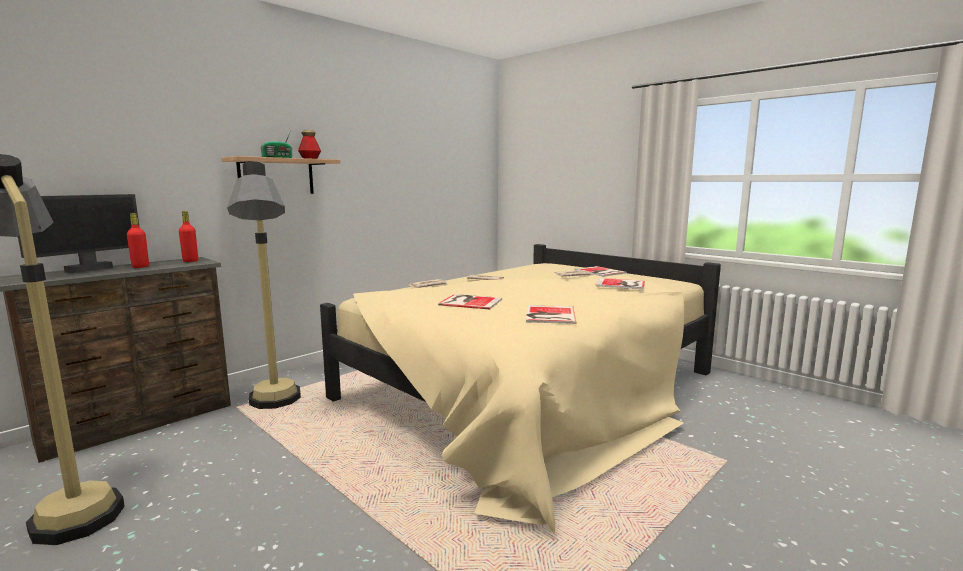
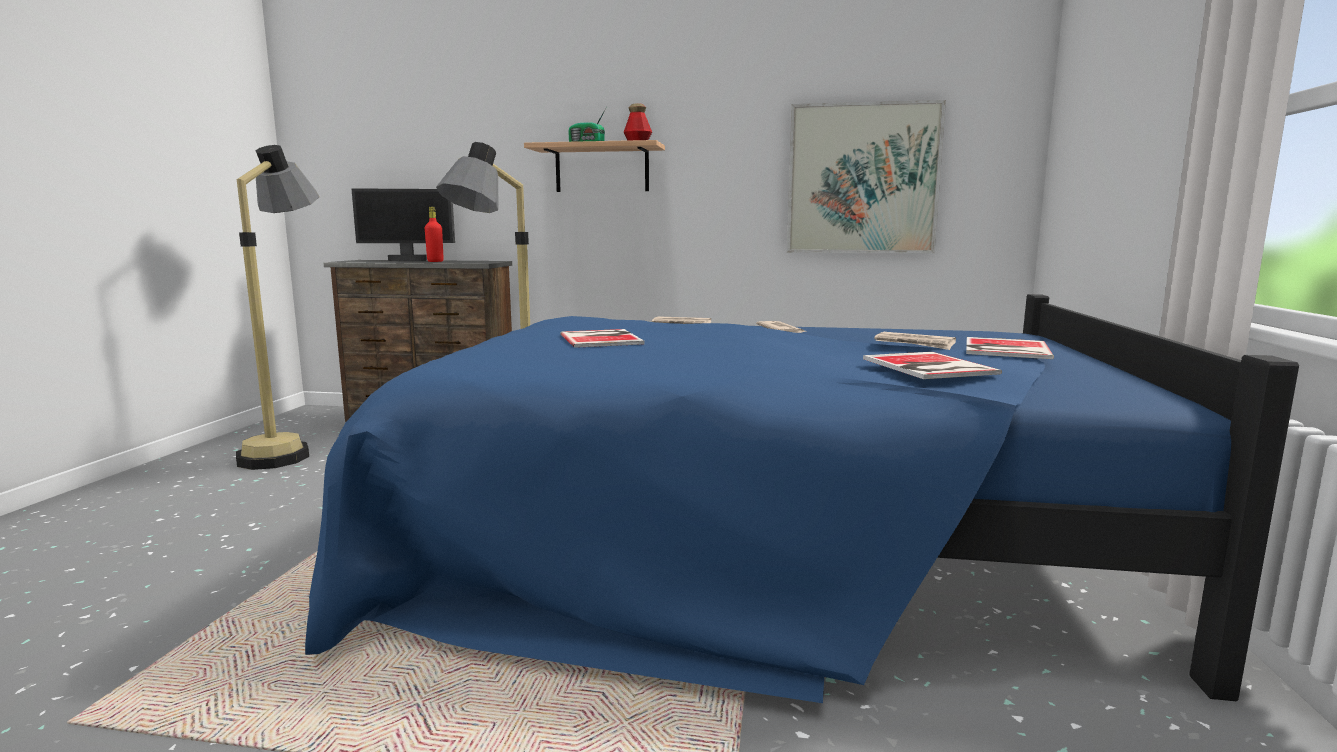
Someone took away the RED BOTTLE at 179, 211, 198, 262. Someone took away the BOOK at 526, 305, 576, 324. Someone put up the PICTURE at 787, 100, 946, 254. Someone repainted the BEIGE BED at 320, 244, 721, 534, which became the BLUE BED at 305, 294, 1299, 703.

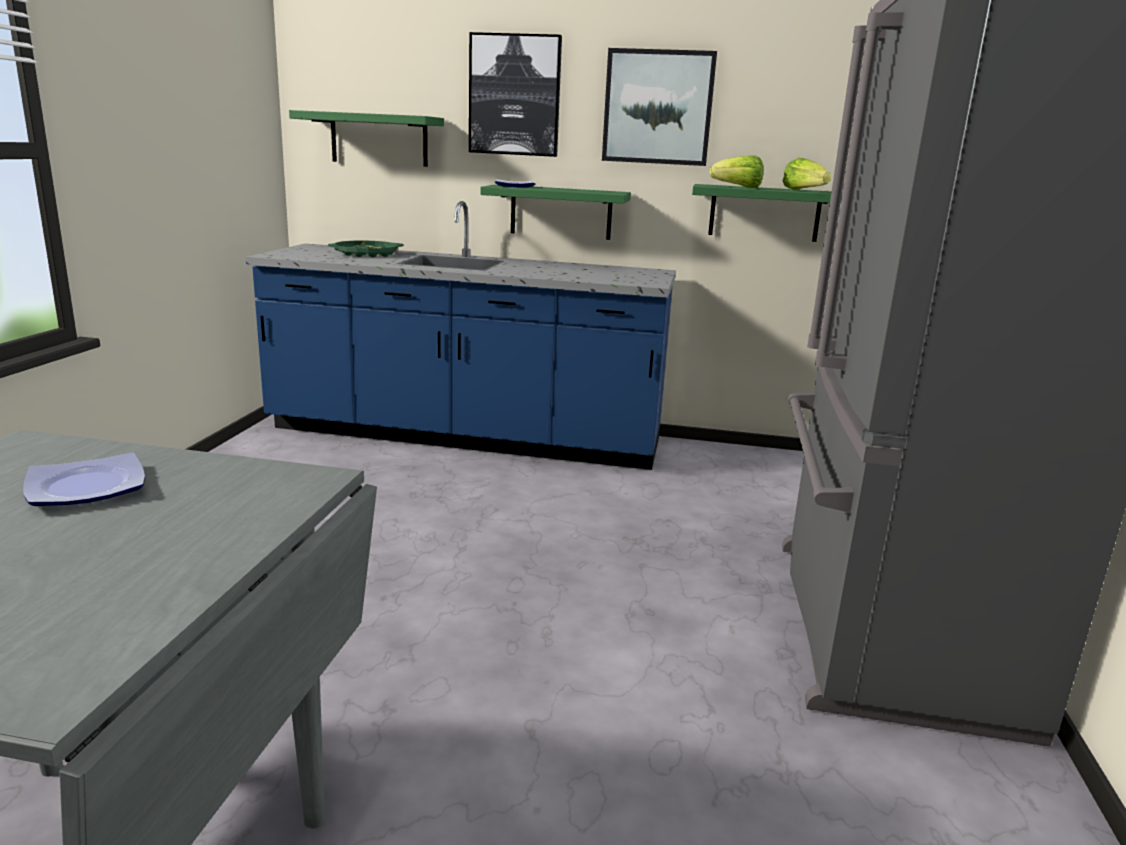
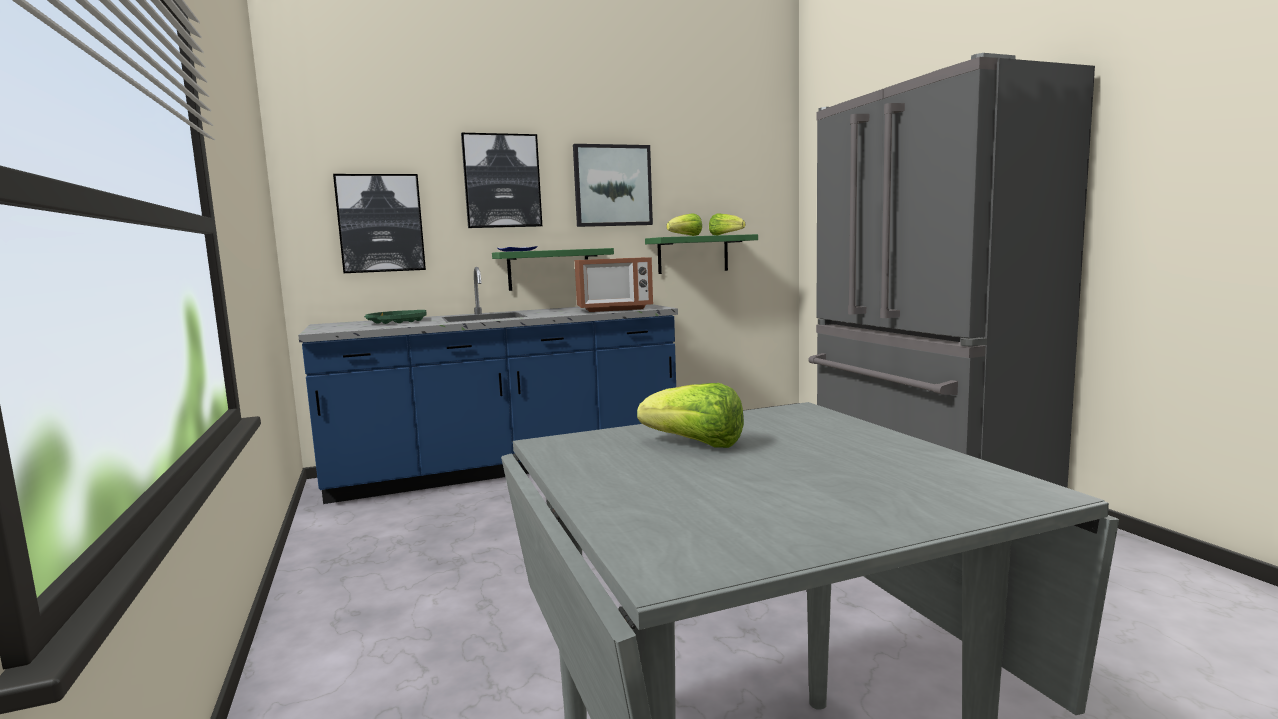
Someone put down the MICROWAVE at 575, 257, 653, 312. Someone swapped the PLATE at 23, 453, 145, 506 for the LETTUCE at 637, 383, 744, 448. Someone swapped the GREEN SHELF at 289, 110, 444, 167 for the PICTURE at 333, 174, 426, 273.

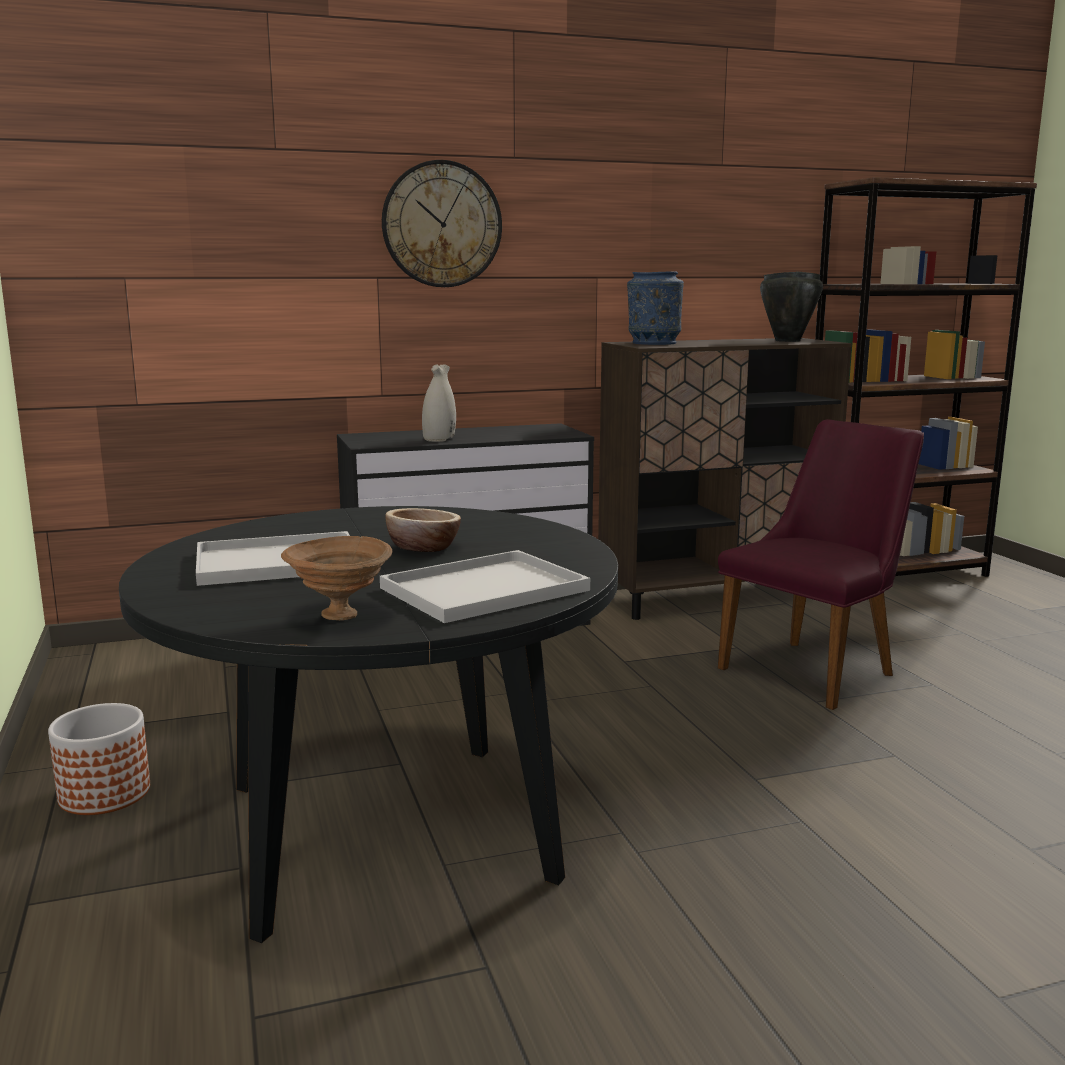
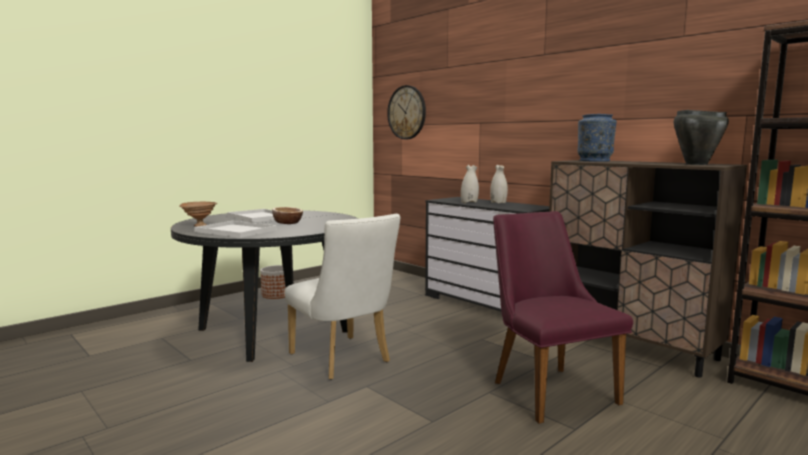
Someone put down the WHITE CHAIR at 284, 214, 400, 380. Someone put down the WHITE VASE at 490, 165, 508, 204. Someone carried the WALL CLOCK from 382, 160, 502, 287 to 387, 85, 426, 139. Someone rotated the PURPLE CHAIR at 718, 419, 924, 710 by 135 degrees counterclockwise.

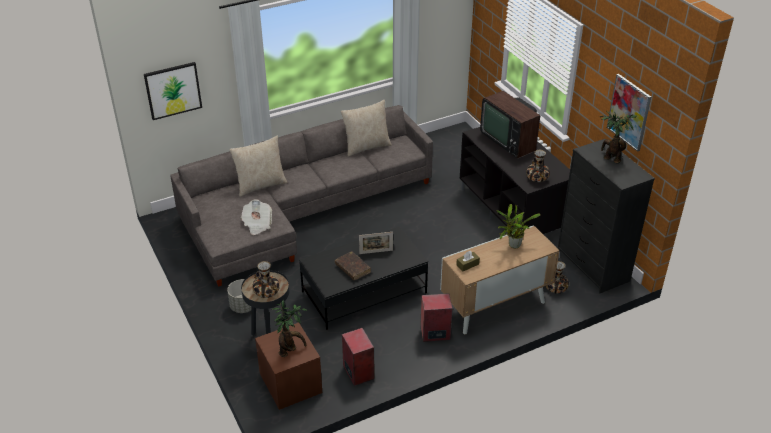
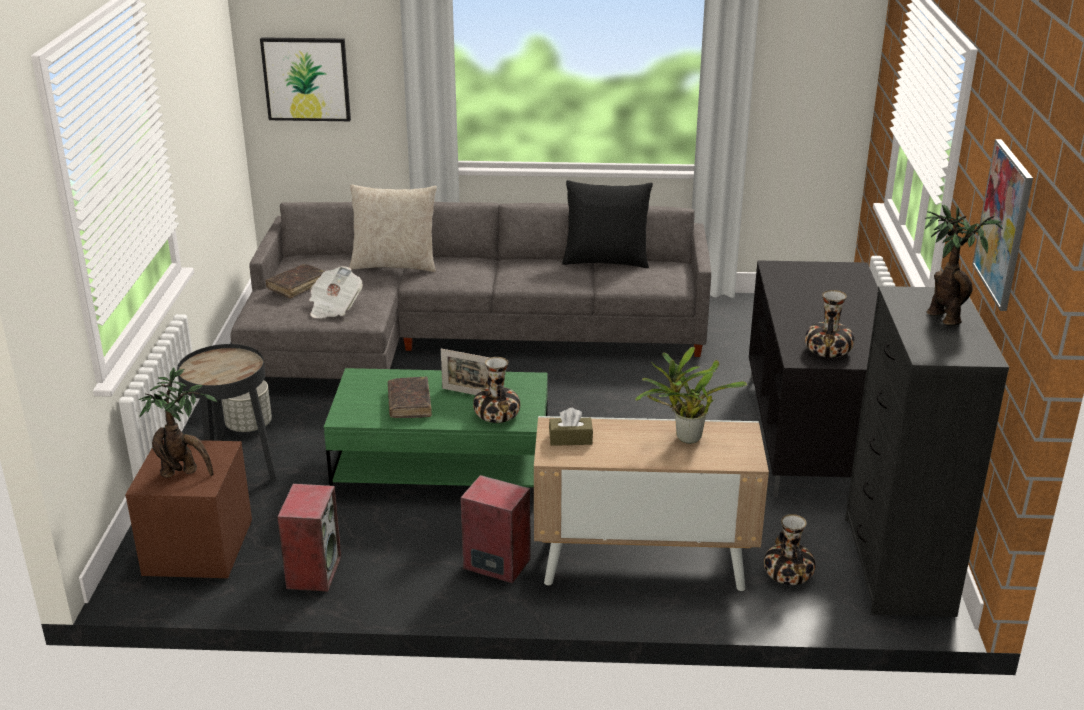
Someone took away the TELEVISION at 480, 91, 540, 159. Someone put down the BROWN BOOK at 266, 264, 325, 298. Someone carried the VASE from 252, 261, 280, 298 to 473, 357, 520, 423. Someone repainted the BLACK COFFEE TABLE at 299, 227, 428, 330, which became the GREEN COFFEE TABLE at 324, 368, 548, 487. Someone repainted the BEIGE PILLOW at 341, 100, 392, 157, which became the BLACK PILLOW at 562, 180, 653, 268.

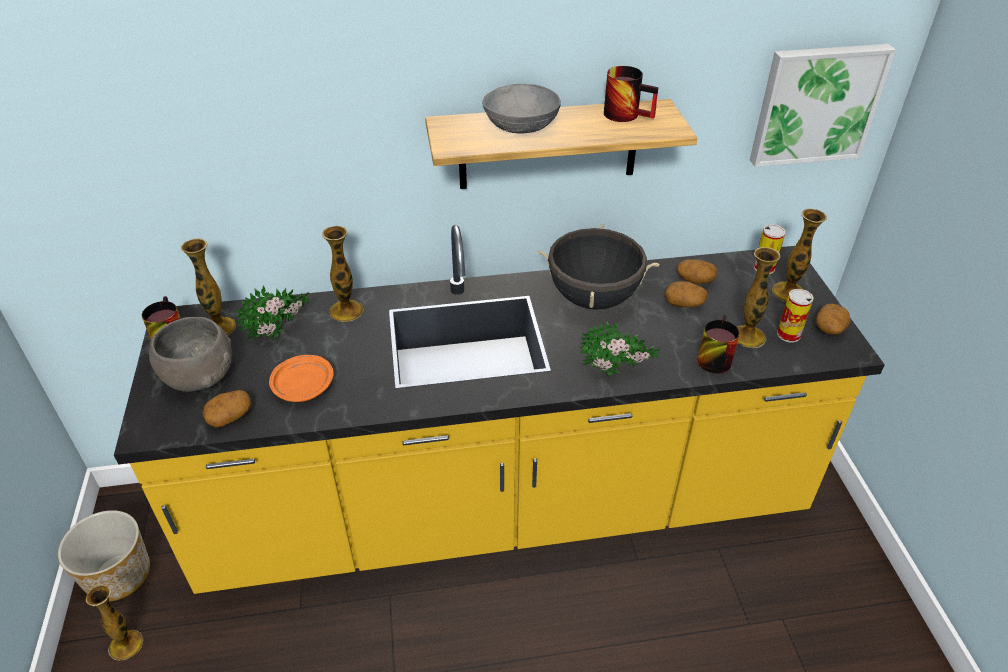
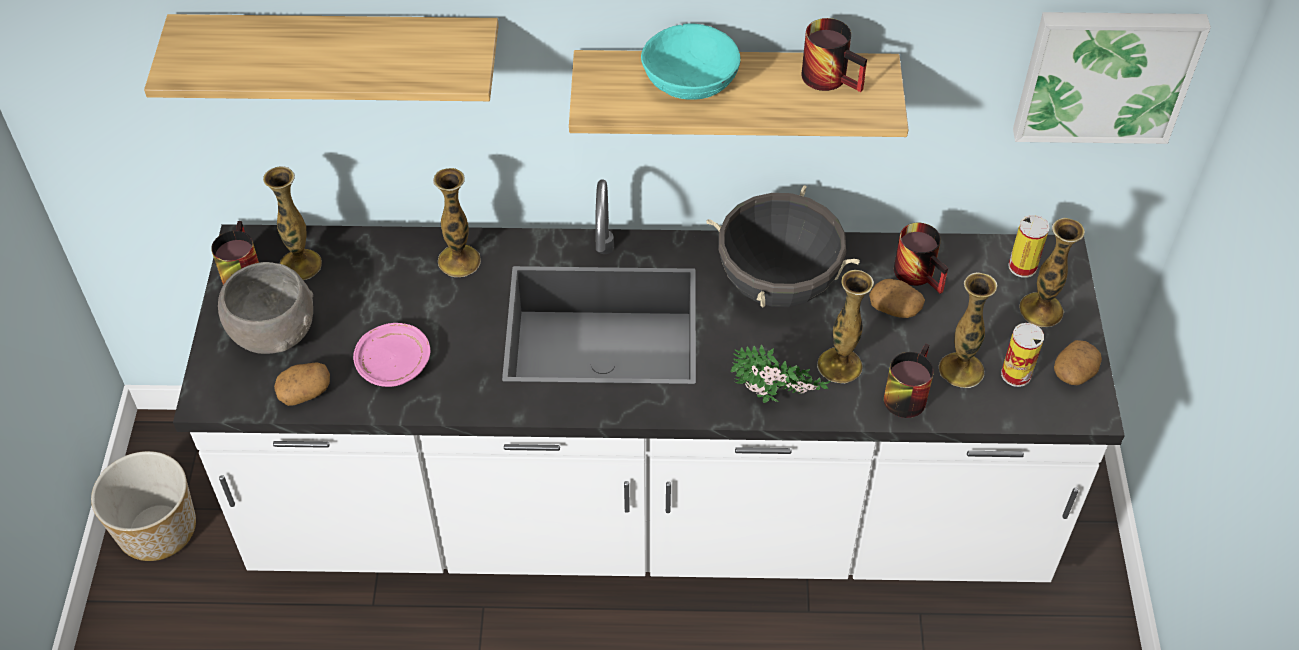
Someone took away the POTTED PLANT at 235, 286, 309, 340. Someone put up the SHELF at 144, 14, 499, 101. Someone carried the VASE from 86, 585, 143, 660 to 817, 270, 874, 383. Someone swapped the POTATO at 677, 259, 717, 284 for the MUG at 894, 223, 948, 294. Someone repainted the YELLOW COUNTER at 114, 225, 885, 594, which became the WHITE COUNTER at 173, 179, 1125, 582. Someone repainted the ORANGE PLATE at 269, 355, 334, 402, which became the PINK PLATE at 353, 323, 430, 387. Someone repainted the GREY BOWL at 482, 84, 561, 134, which became the TURQUOISE BOWL at 641, 23, 741, 100.

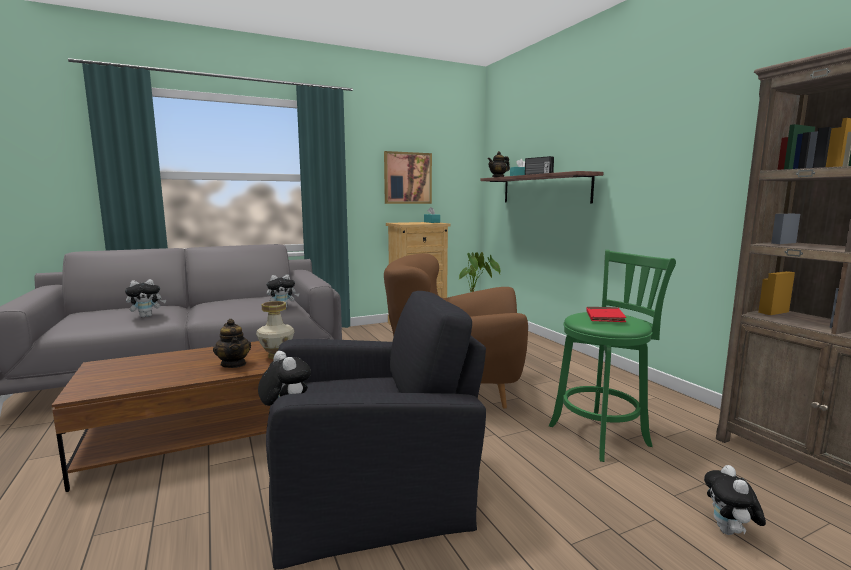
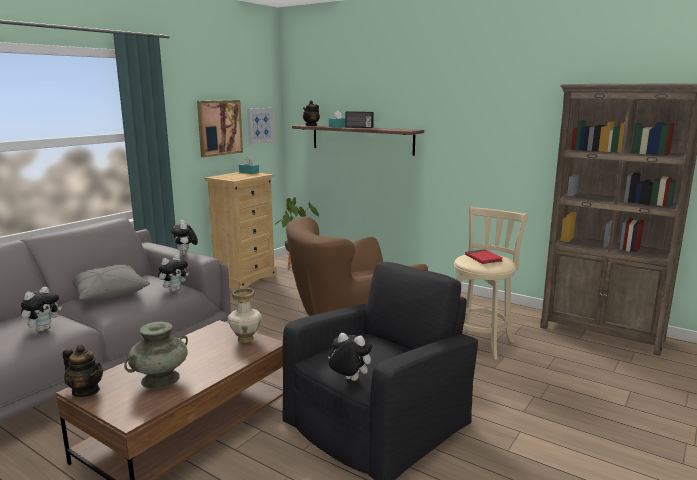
Someone put down the GREY PILLOW at 73, 265, 150, 300. Someone put down the TURQUOISE VASE at 124, 322, 188, 389. Someone put up the PICTURE at 247, 108, 274, 144. Someone carried the TEAPOT from 213, 319, 251, 368 to 63, 345, 103, 397. Someone carried the PLUSH TOY from 704, 465, 766, 535 to 171, 220, 198, 255. Someone repainted the GREEN STOOL at 549, 250, 676, 462, which became the BEIGE STOOL at 454, 206, 528, 360.

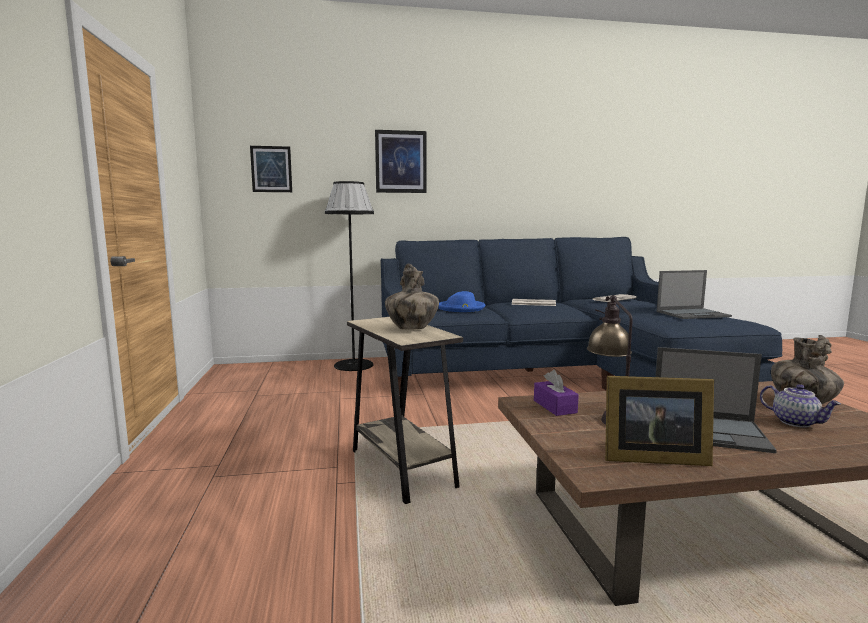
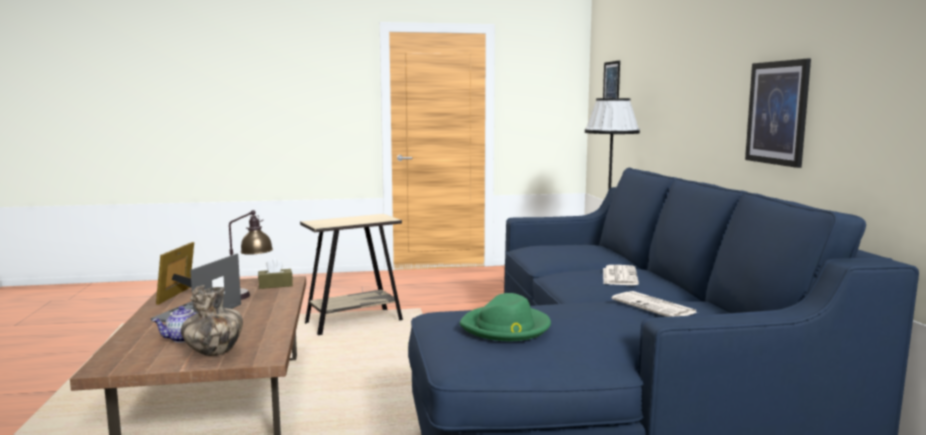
Someone took away the VASE at 385, 264, 439, 329. Someone took away the BLUE HAT at 438, 291, 485, 312. Someone carried the PICTURE from 375, 130, 427, 193 to 745, 59, 811, 168. Someone swapped the LAPTOP at 656, 270, 732, 319 for the GREEN HAT at 459, 293, 551, 341. Someone repainted the PURPLE TISSUE BOX at 534, 370, 579, 416, which became the BROWN TISSUE BOX at 258, 258, 293, 289.

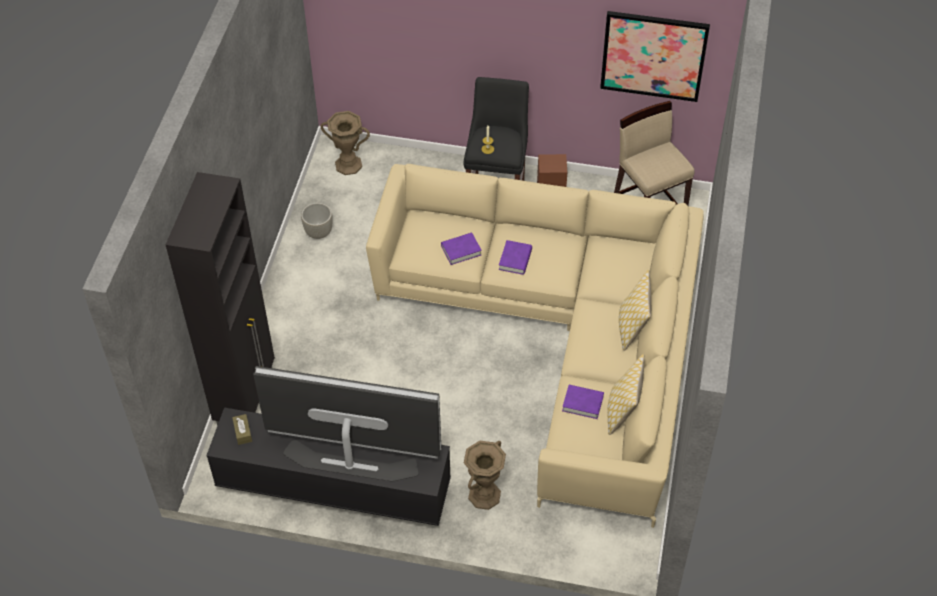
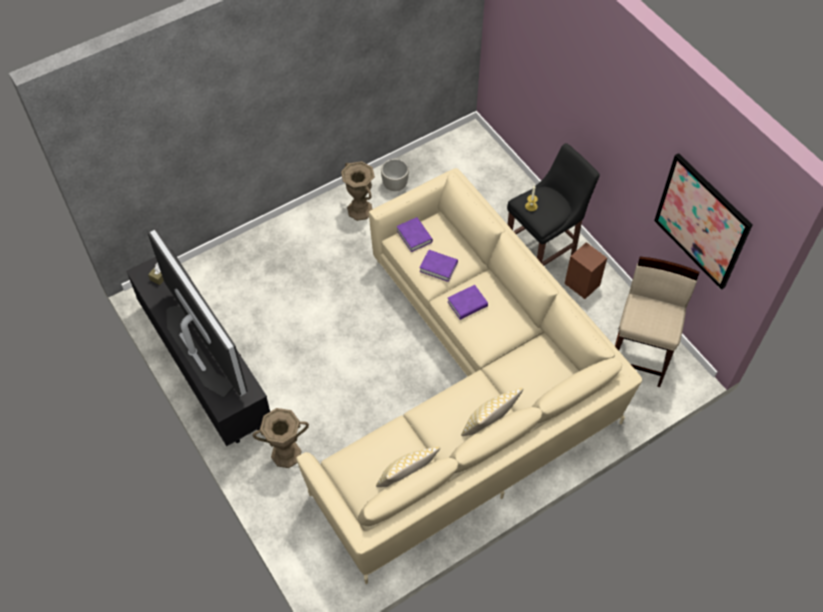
Someone took away the BLACK CABINET at 166, 172, 275, 426. Someone carried the BROWN VASE from 320, 111, 370, 175 to 341, 161, 375, 221. Someone carried the PURPLE BOOK from 562, 385, 604, 419 to 396, 217, 433, 252.

